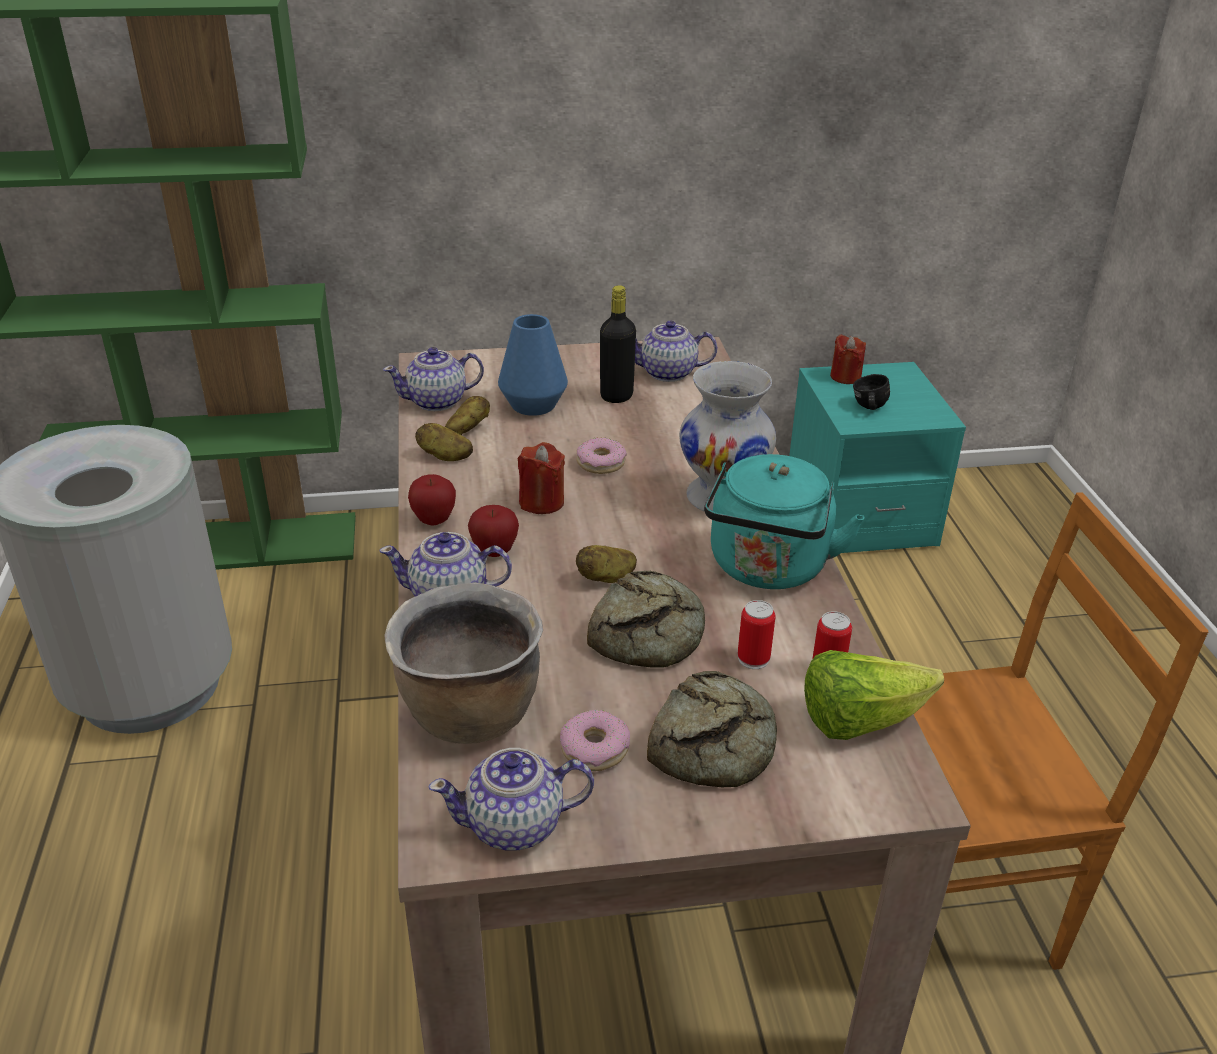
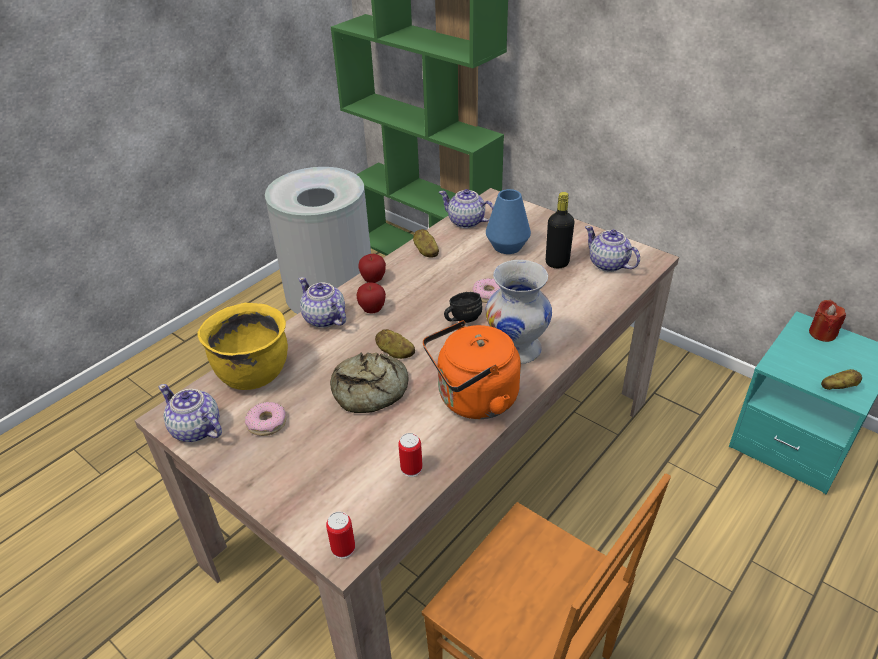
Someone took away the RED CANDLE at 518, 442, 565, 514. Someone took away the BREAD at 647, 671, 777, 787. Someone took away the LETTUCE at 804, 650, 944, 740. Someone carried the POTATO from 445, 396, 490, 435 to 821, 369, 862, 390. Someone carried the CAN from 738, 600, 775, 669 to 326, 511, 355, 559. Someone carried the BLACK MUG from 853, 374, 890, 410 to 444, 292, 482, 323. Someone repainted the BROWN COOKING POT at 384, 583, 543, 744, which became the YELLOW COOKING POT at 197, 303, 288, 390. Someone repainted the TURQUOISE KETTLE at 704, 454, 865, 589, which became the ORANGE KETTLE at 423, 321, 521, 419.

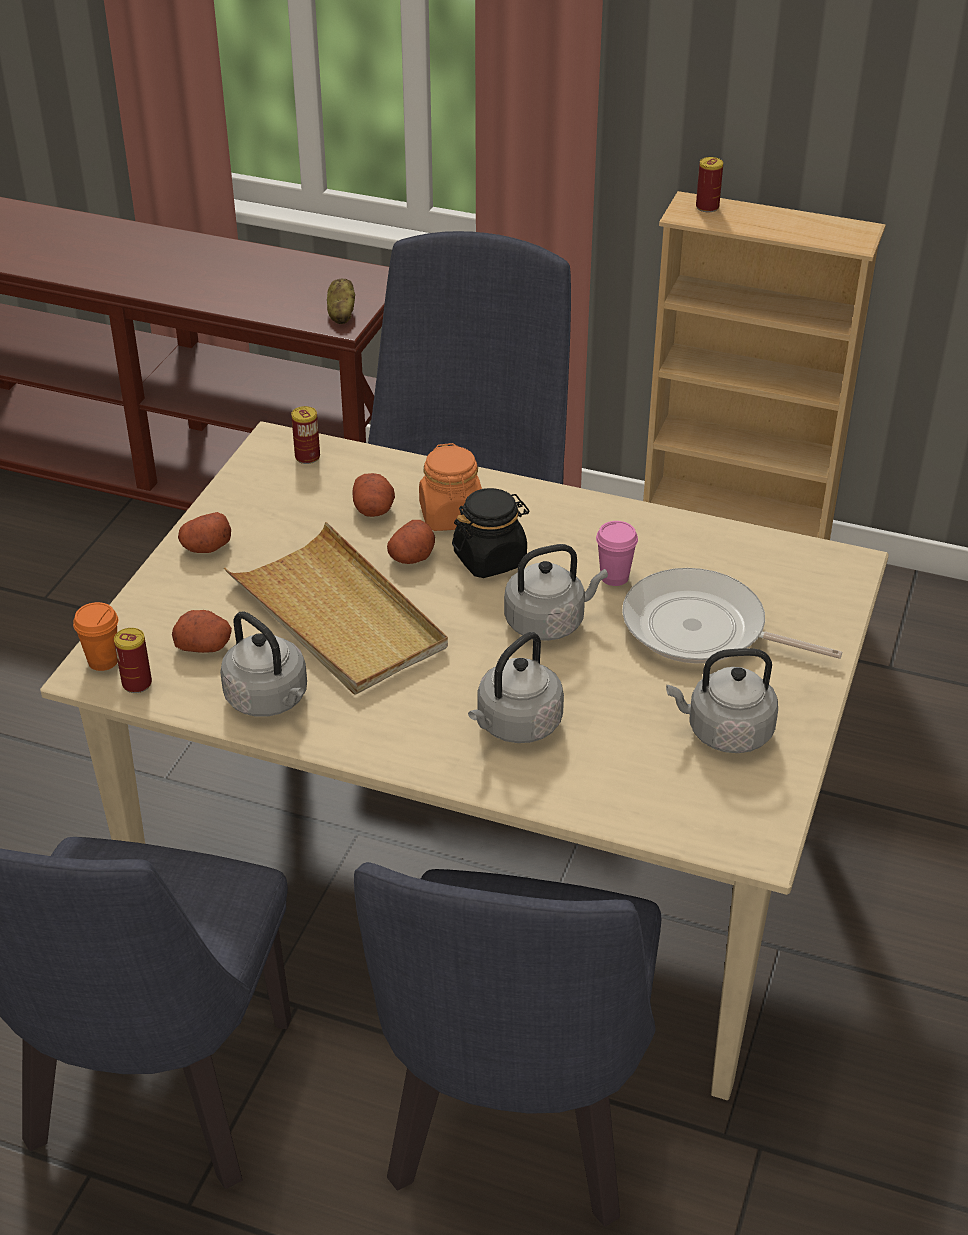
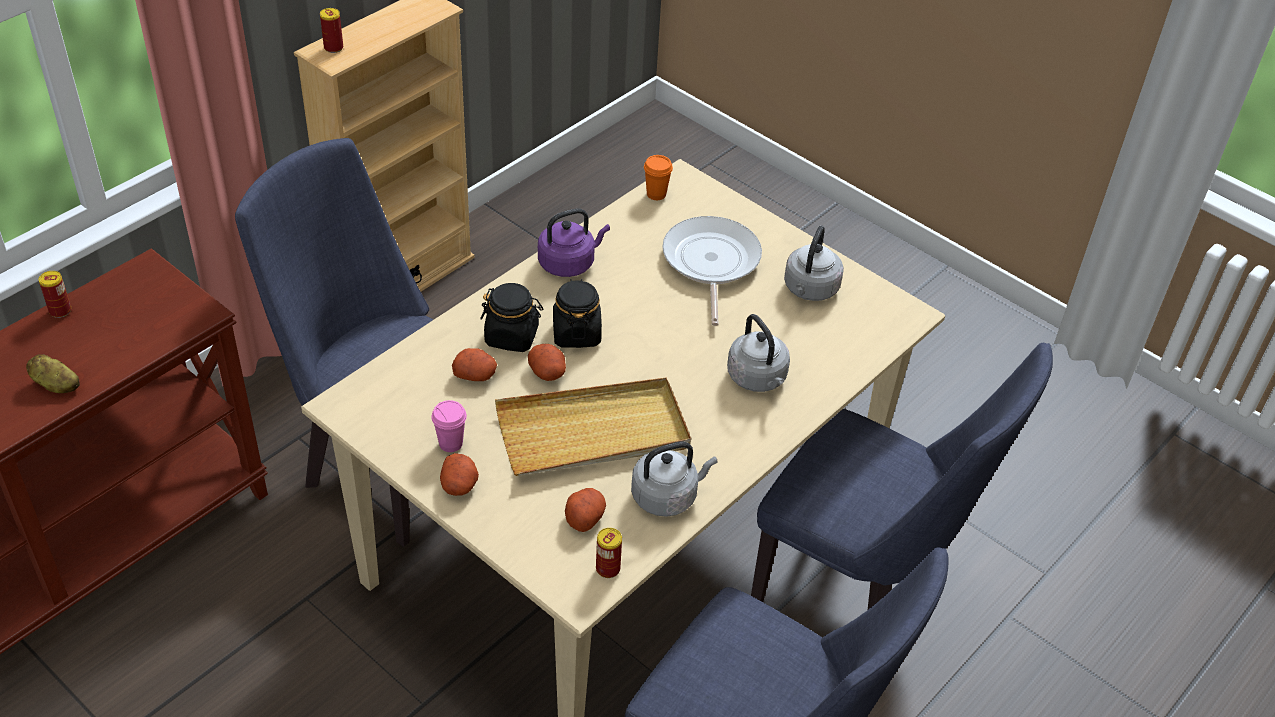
Someone took away the GREY KETTLE at 504, 544, 608, 641. Someone put down the PURPLE KETTLE at 538, 208, 610, 277. Someone carried the ORANGE CUP from 73, 602, 118, 671 to 644, 155, 673, 200. Someone carried the CAN from 291, 406, 320, 464 to 39, 271, 71, 318. Someone carried the POTATO from 327, 278, 355, 324 to 26, 354, 80, 393. Someone carried the PINK CUP from 596, 521, 638, 586 to 431, 400, 467, 452. Someone repainted the ORANGE JAR at 419, 443, 482, 531, which became the BLACK JAR at 480, 283, 543, 352. Someone rotated the FRYING PAN at 622, 568, 842, 664 by 135 degrees clockwise.

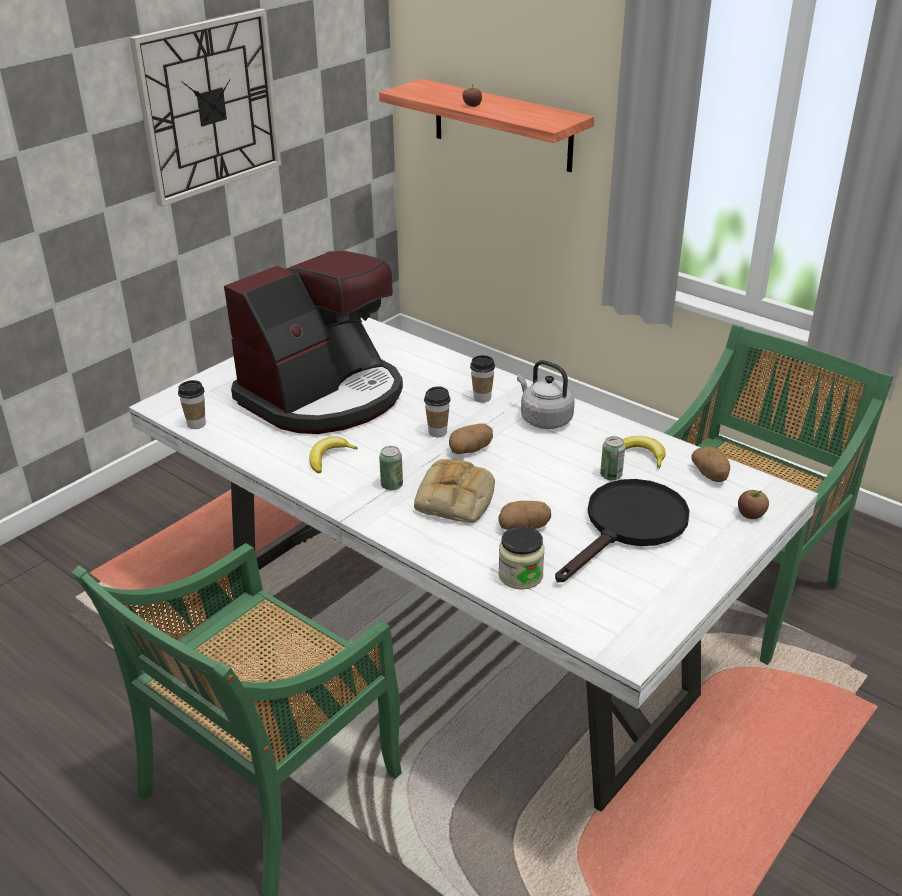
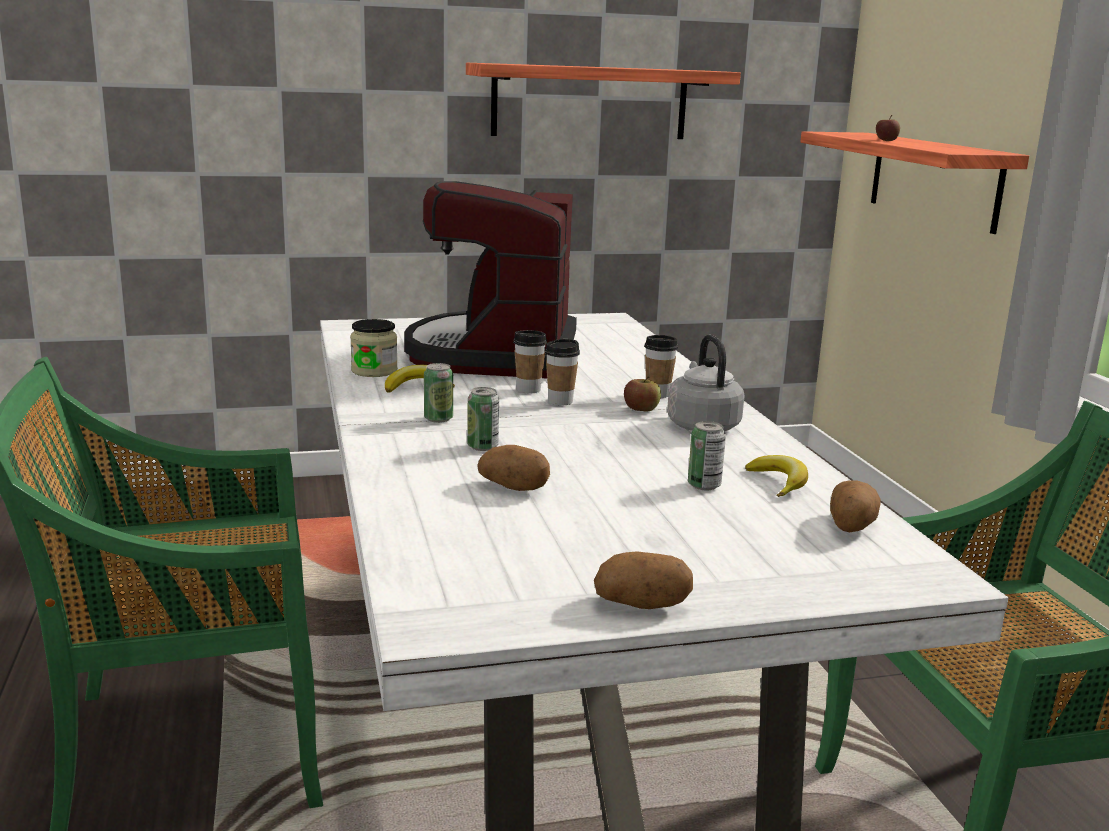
Someone took away the BLACK FRYING PAN at 555, 479, 690, 582. Someone carried the CUP from 178, 380, 206, 429 to 513, 330, 547, 393. Someone carried the POTATO from 449, 423, 493, 454 to 594, 551, 693, 609. Someone carried the JAR from 498, 526, 545, 590 to 350, 319, 398, 377. Someone carried the APPLE from 738, 490, 769, 519 to 624, 376, 661, 411. Someone swapped the WALL CLOCK at 130, 9, 281, 207 for the SHELF at 466, 63, 741, 139. Someone swapped the BREAD at 414, 459, 495, 523 for the CAN at 467, 387, 499, 451. Someone rotated the COFFEE MACHINE at 224, 251, 403, 434 by 105 degrees clockwise.

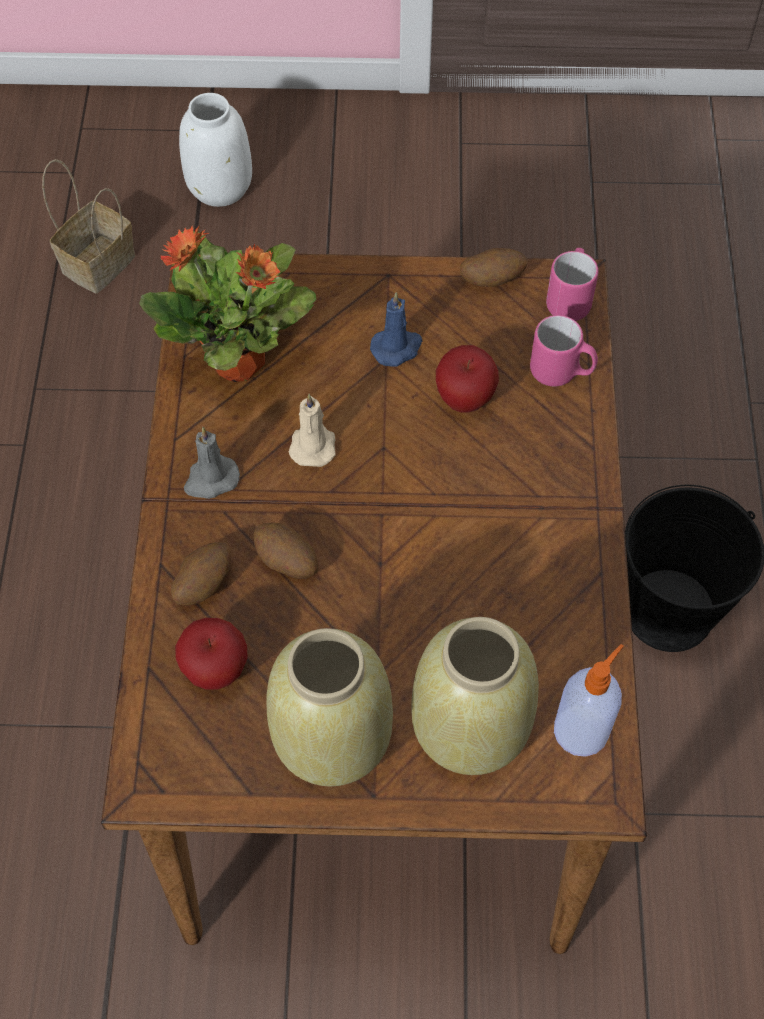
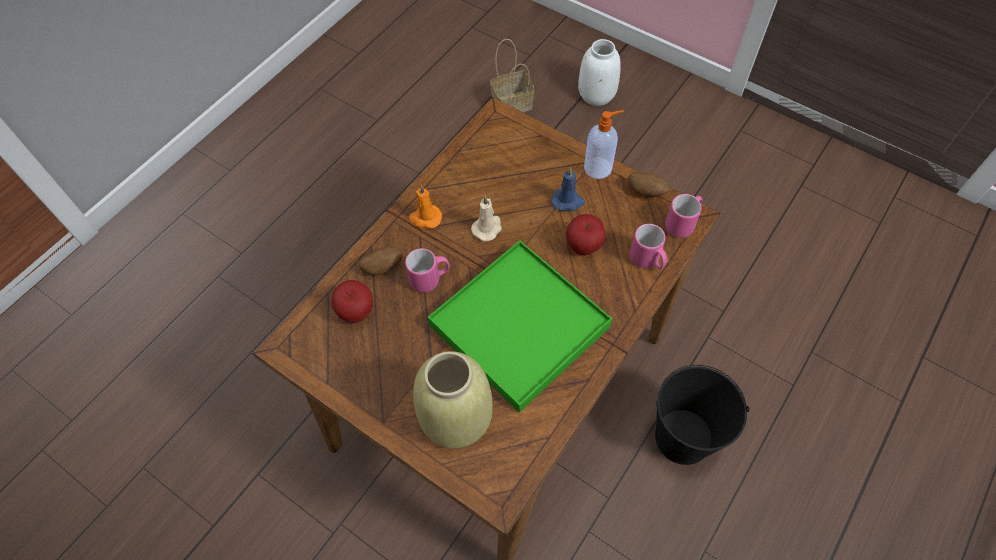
Someone took away the POTTED PLANT at 139, 225, 316, 382. Someone took away the BEIGE VASE at 266, 628, 393, 787. Someone put down the GREEN TRAY at 428, 241, 612, 413. Someone carried the SOAP DISPENSER from 554, 644, 624, 757 to 584, 110, 624, 179. Someone swapped the POTATO at 254, 523, 318, 579 for the PINK MUG at 405, 248, 449, 293. Someone repainted the GREY CANDLE at 184, 427, 240, 499, which became the ORANGE CANDLE at 409, 185, 442, 229.

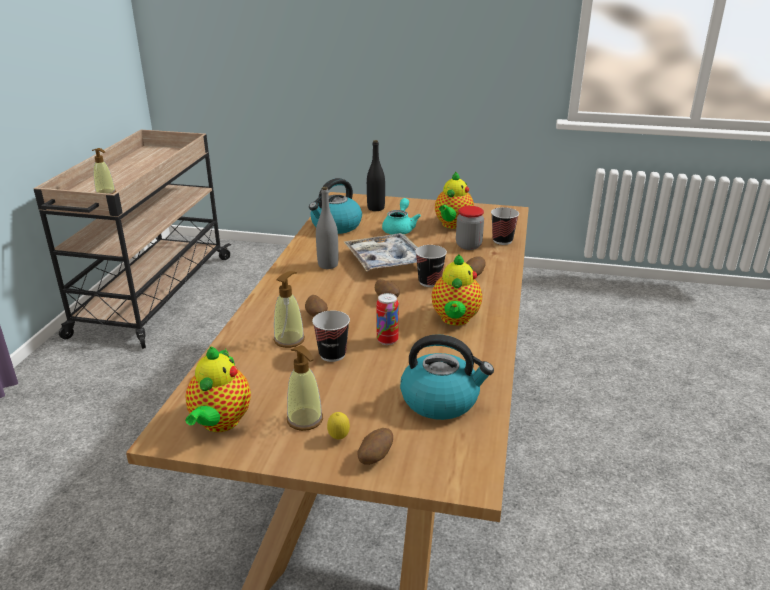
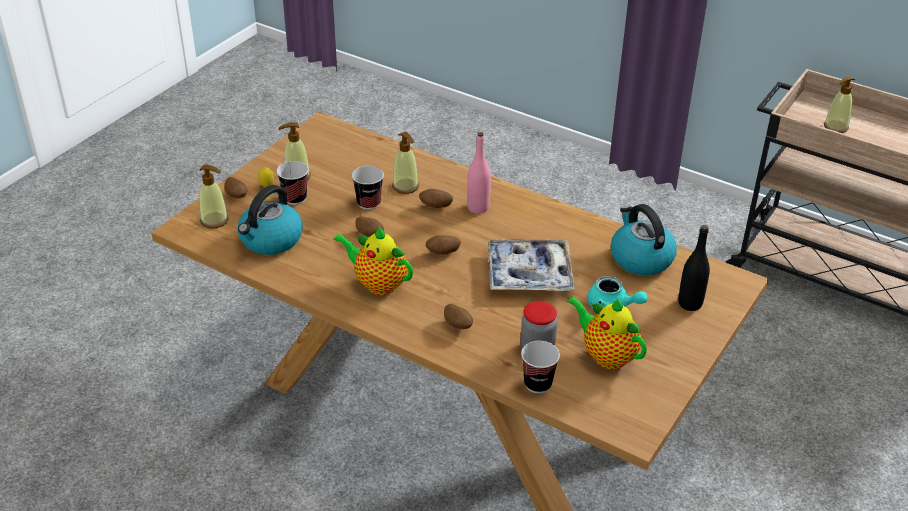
Someone took away the TEAPOT at 185, 346, 251, 432. Someone took away the GREY BOTTLE at 316, 187, 338, 269. Someone put down the SOAP DISPENSER at 199, 164, 229, 229. Someone put down the PINK BOTTLE at 467, 132, 491, 214. Someone carried the CUP from 415, 245, 447, 287 to 277, 161, 309, 205. Someone swapped the CAN at 376, 293, 399, 345 for the POTATO at 356, 216, 384, 237.

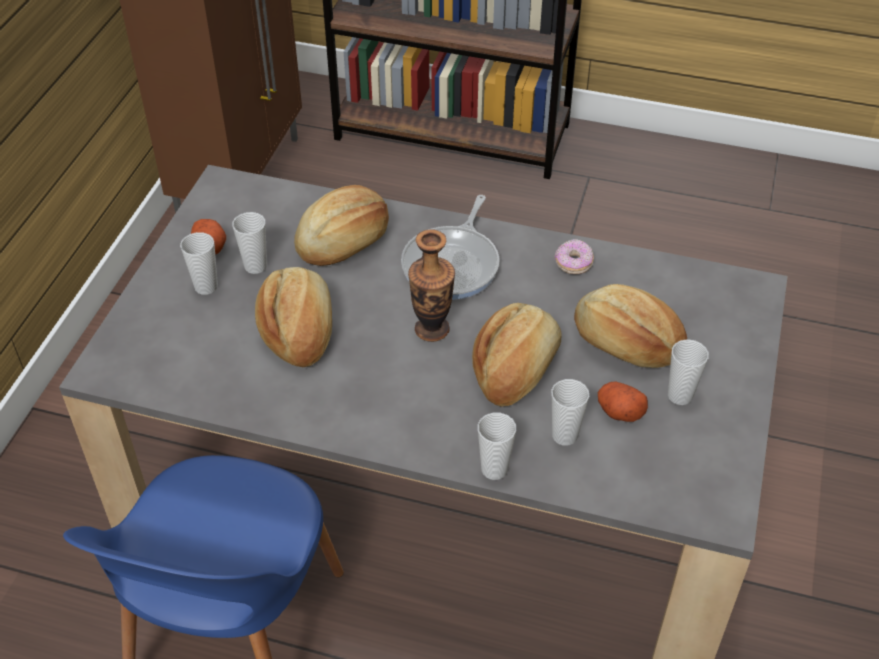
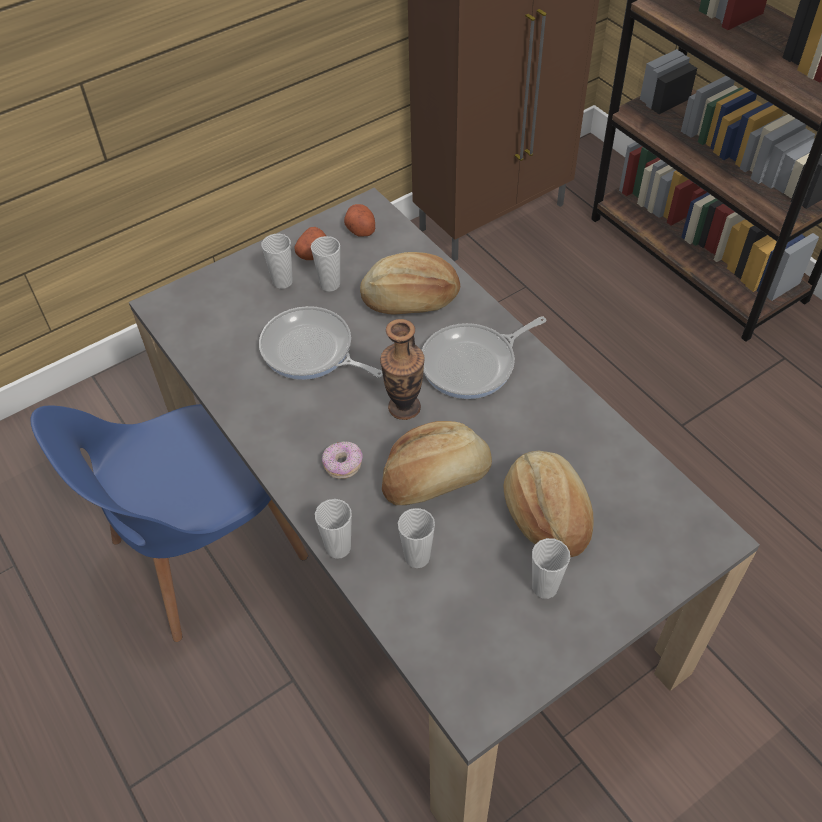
Someone carried the DONUT from 555, 239, 594, 274 to 322, 441, 363, 479. Someone carried the POTATO from 598, 381, 648, 422 to 344, 204, 375, 237. Someone swapped the BREAD at 255, 267, 332, 367 for the FRYING PAN at 259, 306, 383, 380.

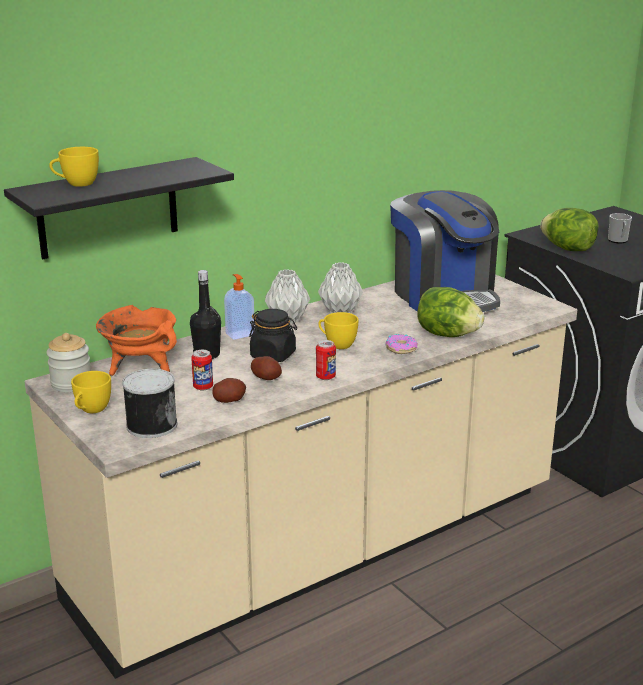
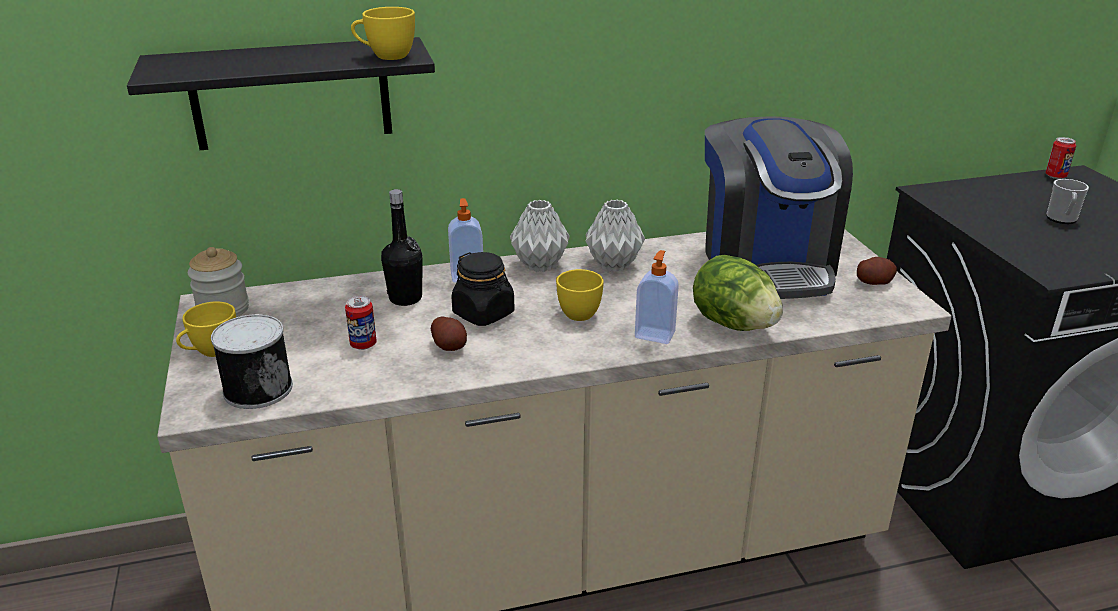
Someone took away the ORANGE COOKING POT at 96, 305, 177, 376. Someone took away the LETTUCE at 540, 208, 599, 251. Someone carried the YELLOW CUP from 49, 147, 99, 187 to 351, 7, 415, 60. Someone carried the POTATO from 213, 378, 246, 403 to 857, 257, 897, 285. Someone carried the CAN from 316, 340, 336, 380 to 1045, 137, 1076, 179. Someone swapped the DONUT at 386, 334, 418, 354 for the SOAP DISPENSER at 635, 250, 679, 344.

